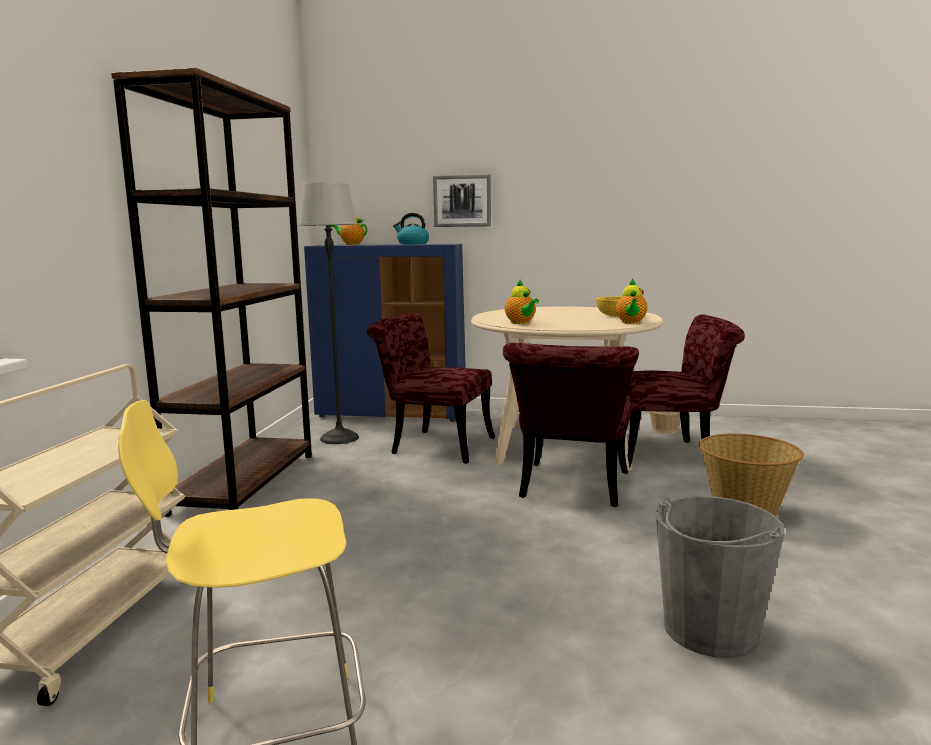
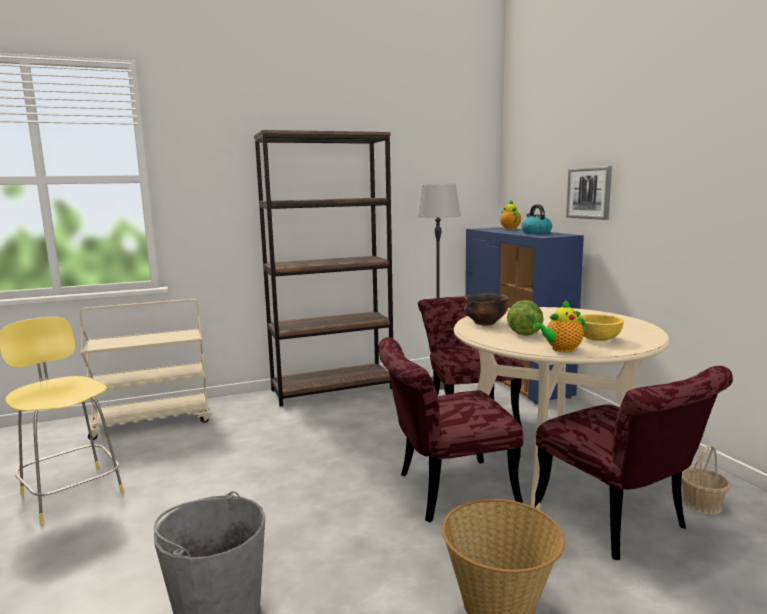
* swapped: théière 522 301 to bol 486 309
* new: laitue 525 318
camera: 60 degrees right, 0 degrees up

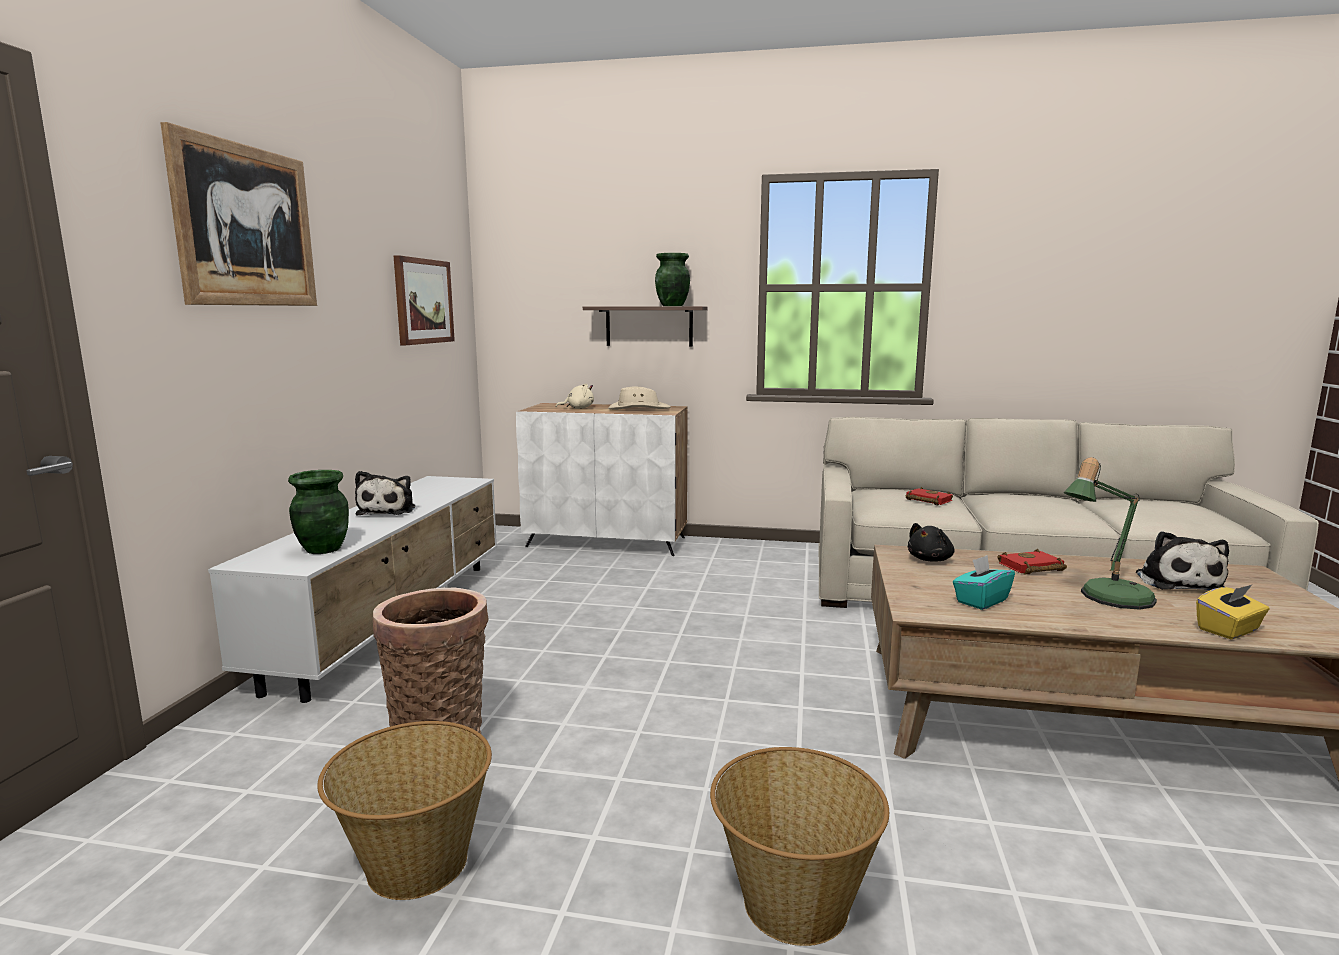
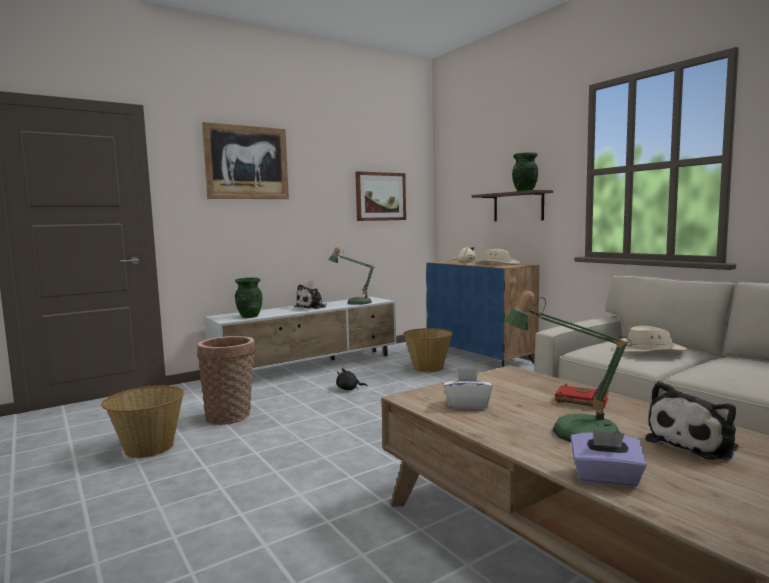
* new: lampe de table 352 276
* shifted: peluche [noir] 931 542 to 351 379
* shifted: panier 799 846 to 428 350
* repainted: meuble de rangement [blanc] 602 479 to meuble de rangement [bleu] 482 313
* repainted: boîte à mouchoirs [turquoise] 984 582 to boîte à mouchoirs [blanc] 468 388
* repainted: boîte à mouchoirs [jaune] 1233 611 to boîte à mouchoirs [violet] 609 458
* swapped: livre [rouge] 929 496 to chapeau [beige] 651 339
camera: 45 degrees right, 5 degrees down

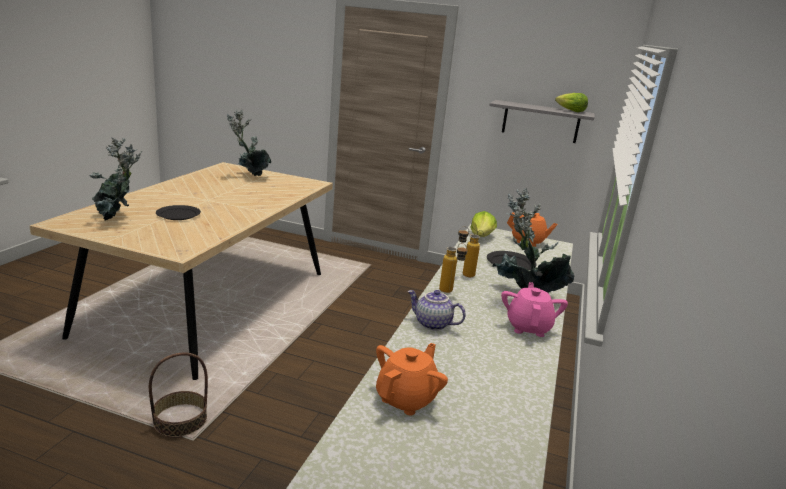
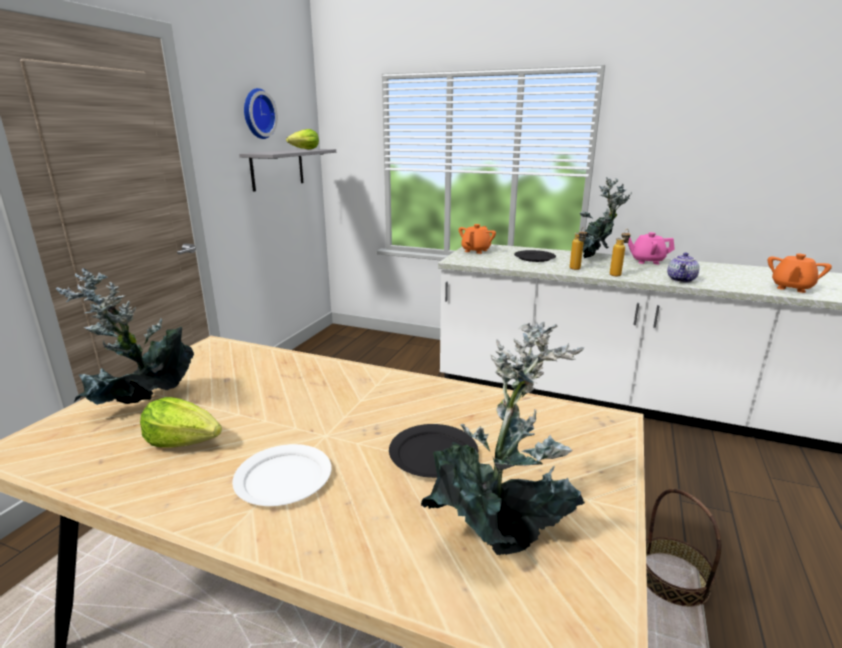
* shifted: laitue 484 224 to 181 422
* new: assiette [blanc] 282 475
* new: horloge murale 261 113
* rotated: théière [orange] 412 379 = 800 273 90 degrees counterclockwise
camera: 85 degrees left, 0 degrees up

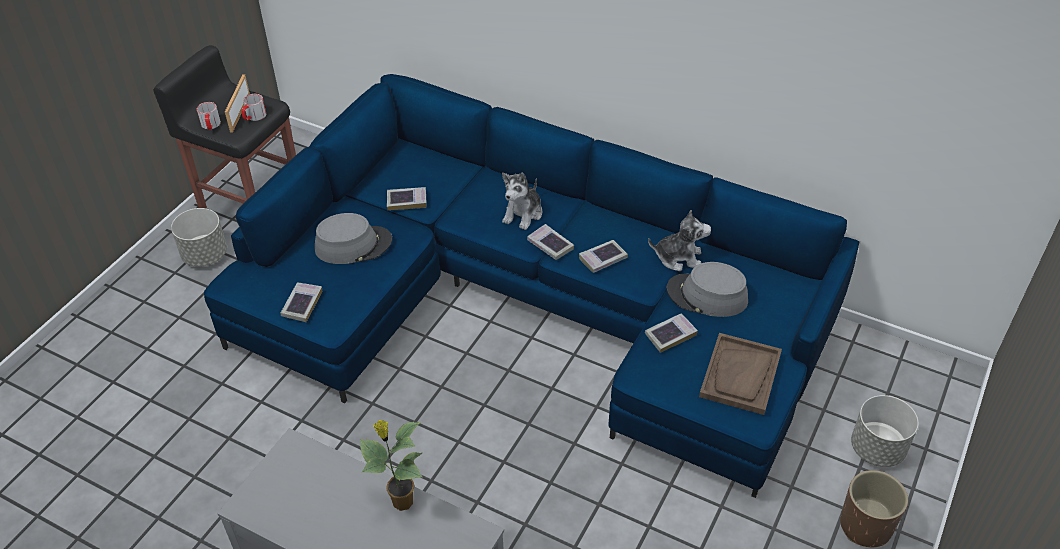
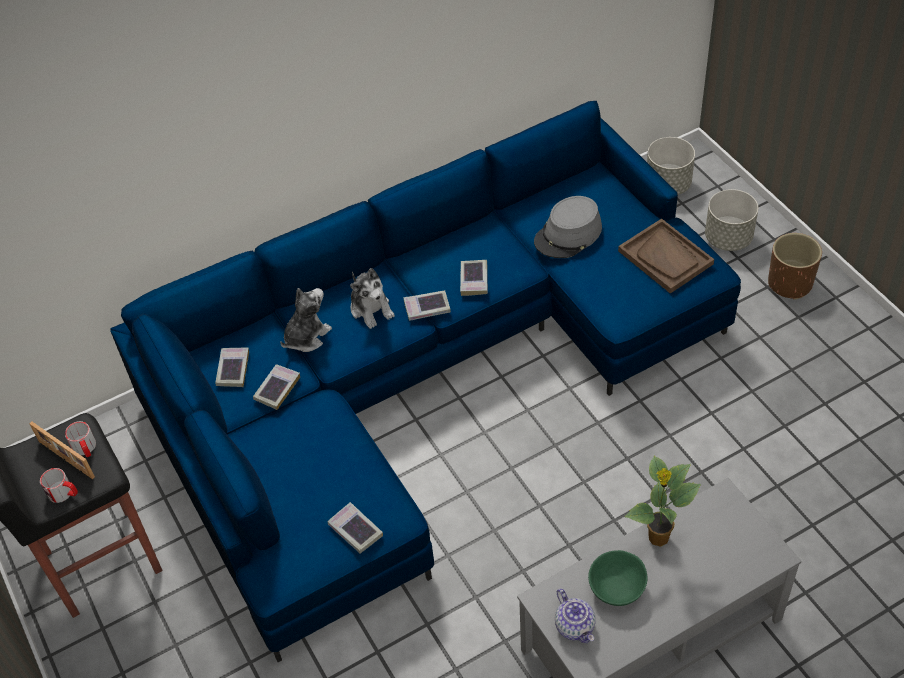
* shifted: livre 671 333 to 232 367
* shifted: peluche 679 240 to 306 320
* new: théière 575 616
* new: bol [vert] 618 578
* shifted: cache-pot [gris] 199 237 to 671 166
* gone: chapeau [gris] 353 238
camera: 55 degrees left, 5 degrees up

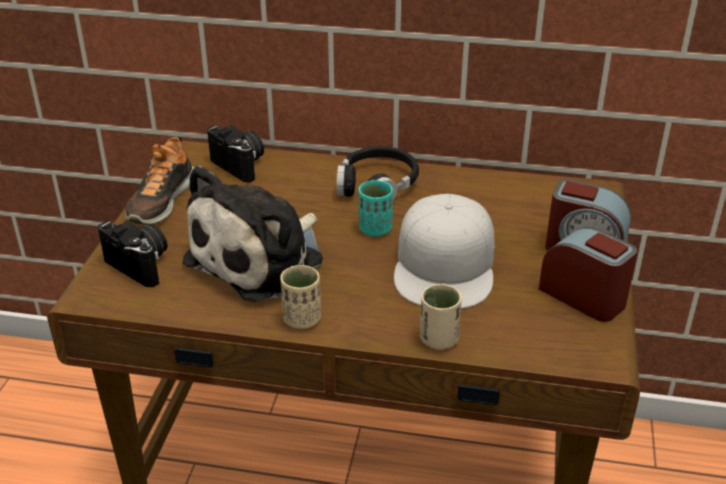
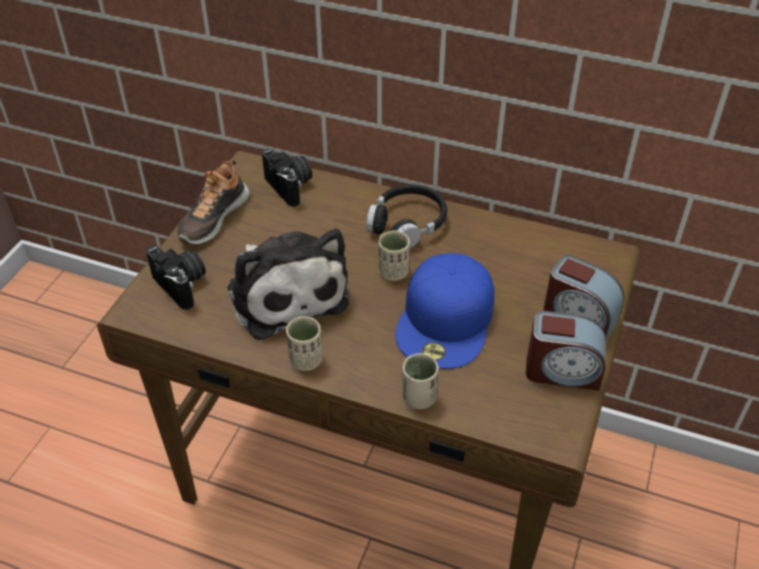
* rotated: peluche 252 233 = 288 284 75 degrees counterclockwise
* repainted: tasse [turquoise] 376 208 to tasse [beige] 394 255
* repainted: casquette [blanc] 444 251 to casquette [bleu] 444 311
* rotated: réveil 588 274 = 565 351 135 degrees clockwise
camera: 10 degrees right, 10 degrees up

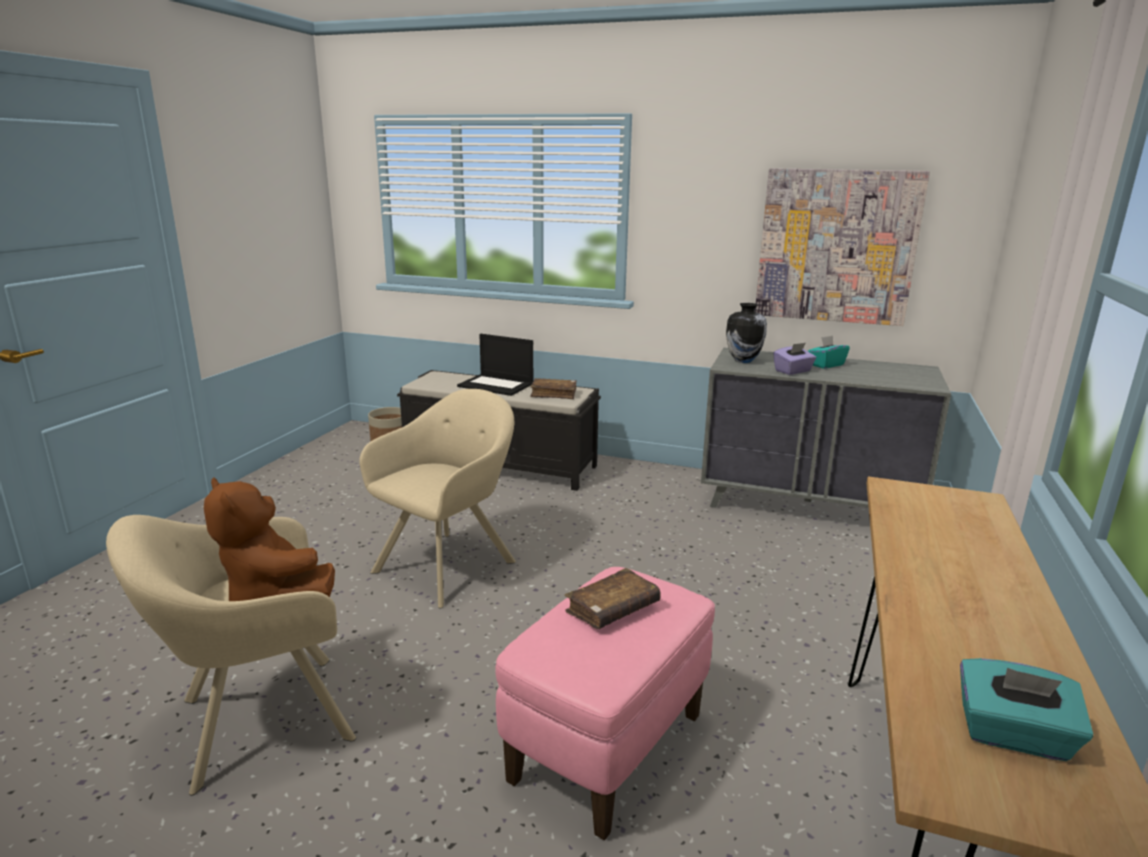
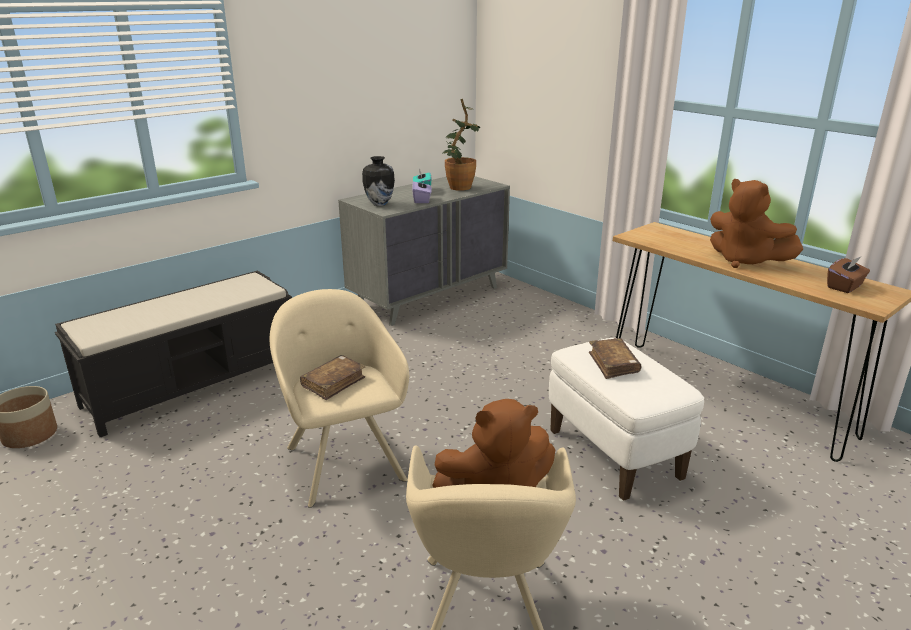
* shifted: livre [marron] 553 388 to 332 377
* new: plante en pot 461 145
* repainted: pouf [rose] 605 703 to pouf [blanc] 626 419
* new: peluche [marron] 756 223
* repainted: boîte à mouchoirs [turquoise] 1026 709 to boîte à mouchoirs [marron] 848 274
* gone: ordinateur portable 495 365
* gone: tableau 842 247
camera: 60 degrees left, 5 degrees up

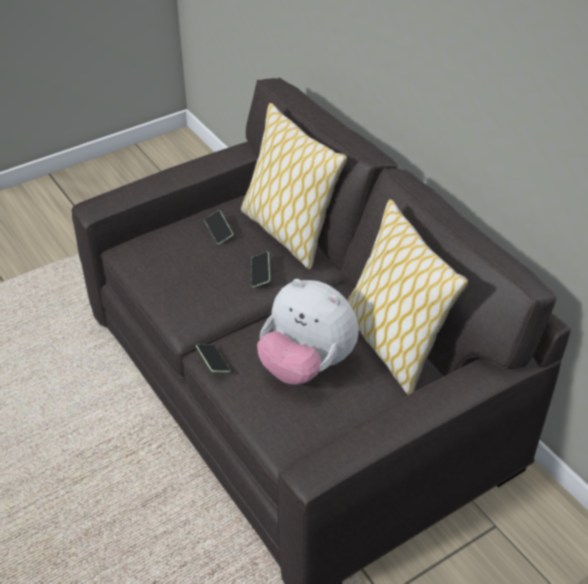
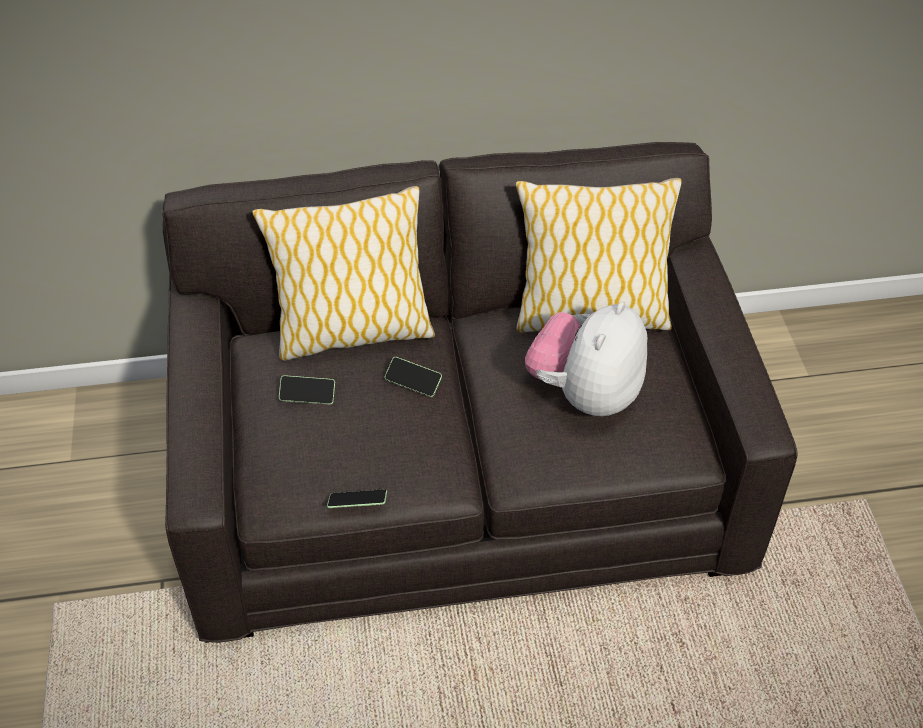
* shifted: téléphone 213 358 to 357 498
* rotated: peluche 308 332 = 586 359 150 degrees clockwise
camera: 65 degrees left, 5 degrees up

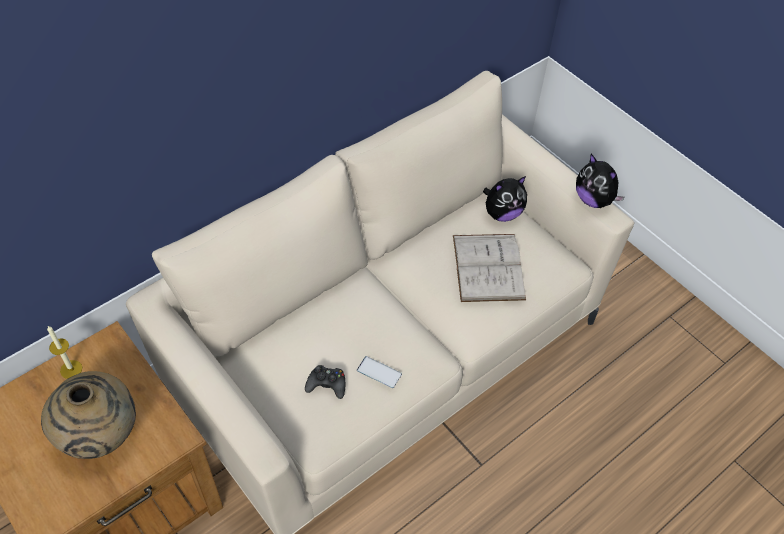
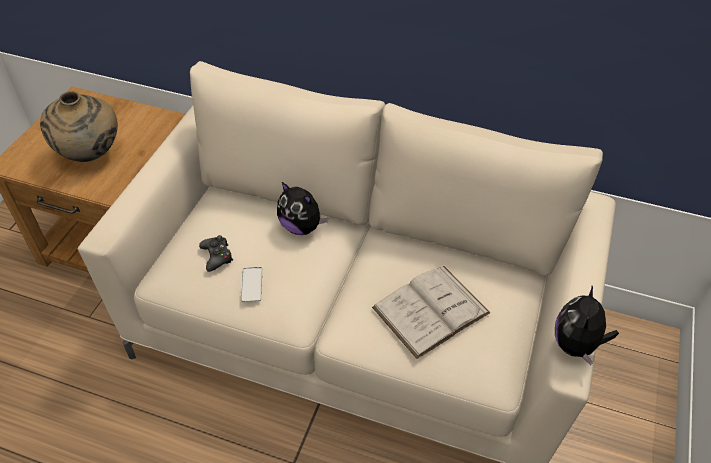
* shifted: peluche 505 199 to 302 208
* gone: bougie 64 352
camera: 60 degrees right, 5 degrees down

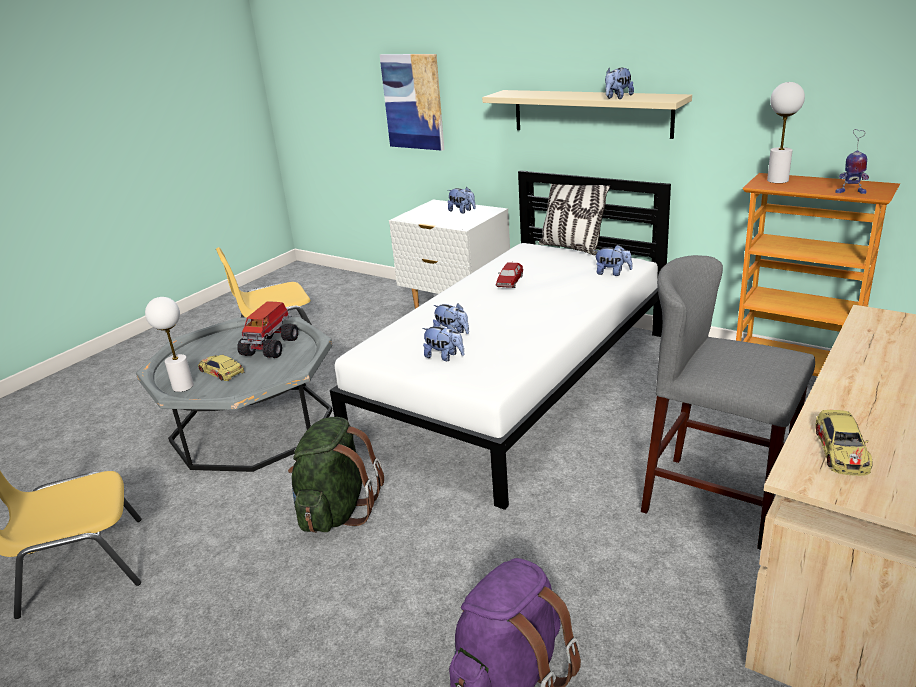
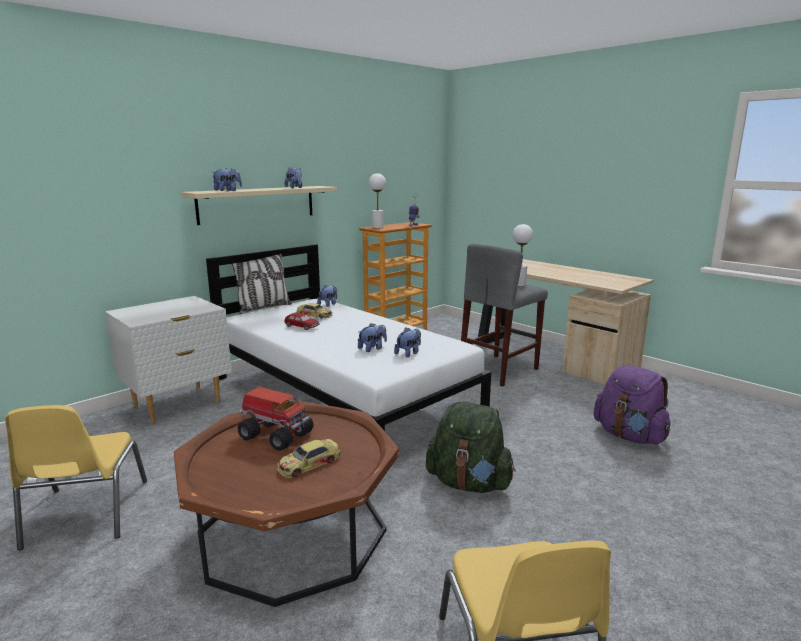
* repainted: table basse [gris] 234 394 to table basse [marron] 286 504
* shifted: peluche 462 200 to 227 179
* shifted: petite voiture 844 443 to 314 311
* shifted: lampe de table [blanc] 169 344 to 523 255
* gone: tableau 412 102
camera: 80 degrees left, 10 degrees down

